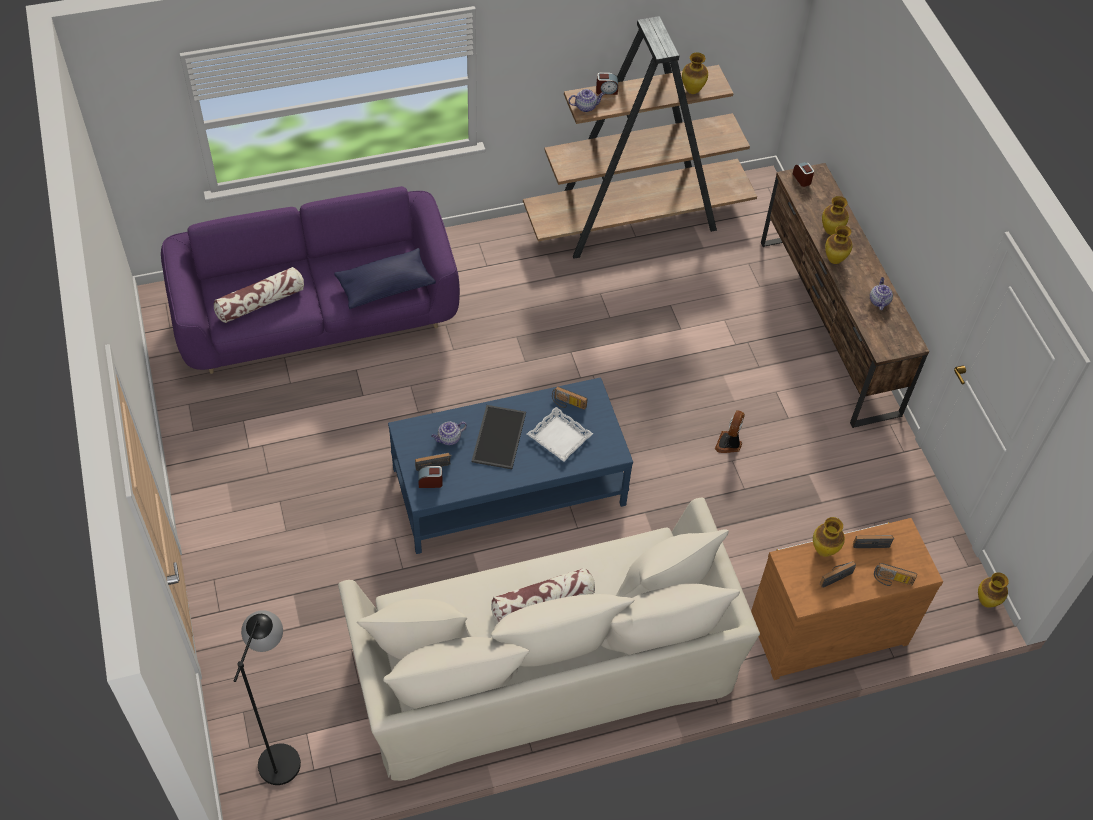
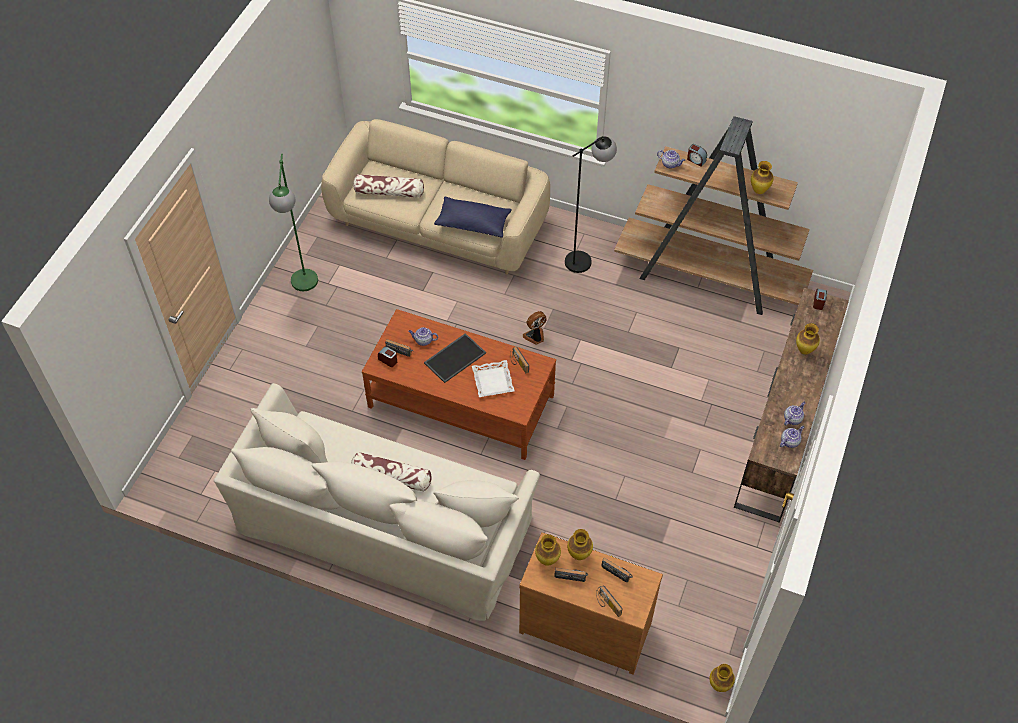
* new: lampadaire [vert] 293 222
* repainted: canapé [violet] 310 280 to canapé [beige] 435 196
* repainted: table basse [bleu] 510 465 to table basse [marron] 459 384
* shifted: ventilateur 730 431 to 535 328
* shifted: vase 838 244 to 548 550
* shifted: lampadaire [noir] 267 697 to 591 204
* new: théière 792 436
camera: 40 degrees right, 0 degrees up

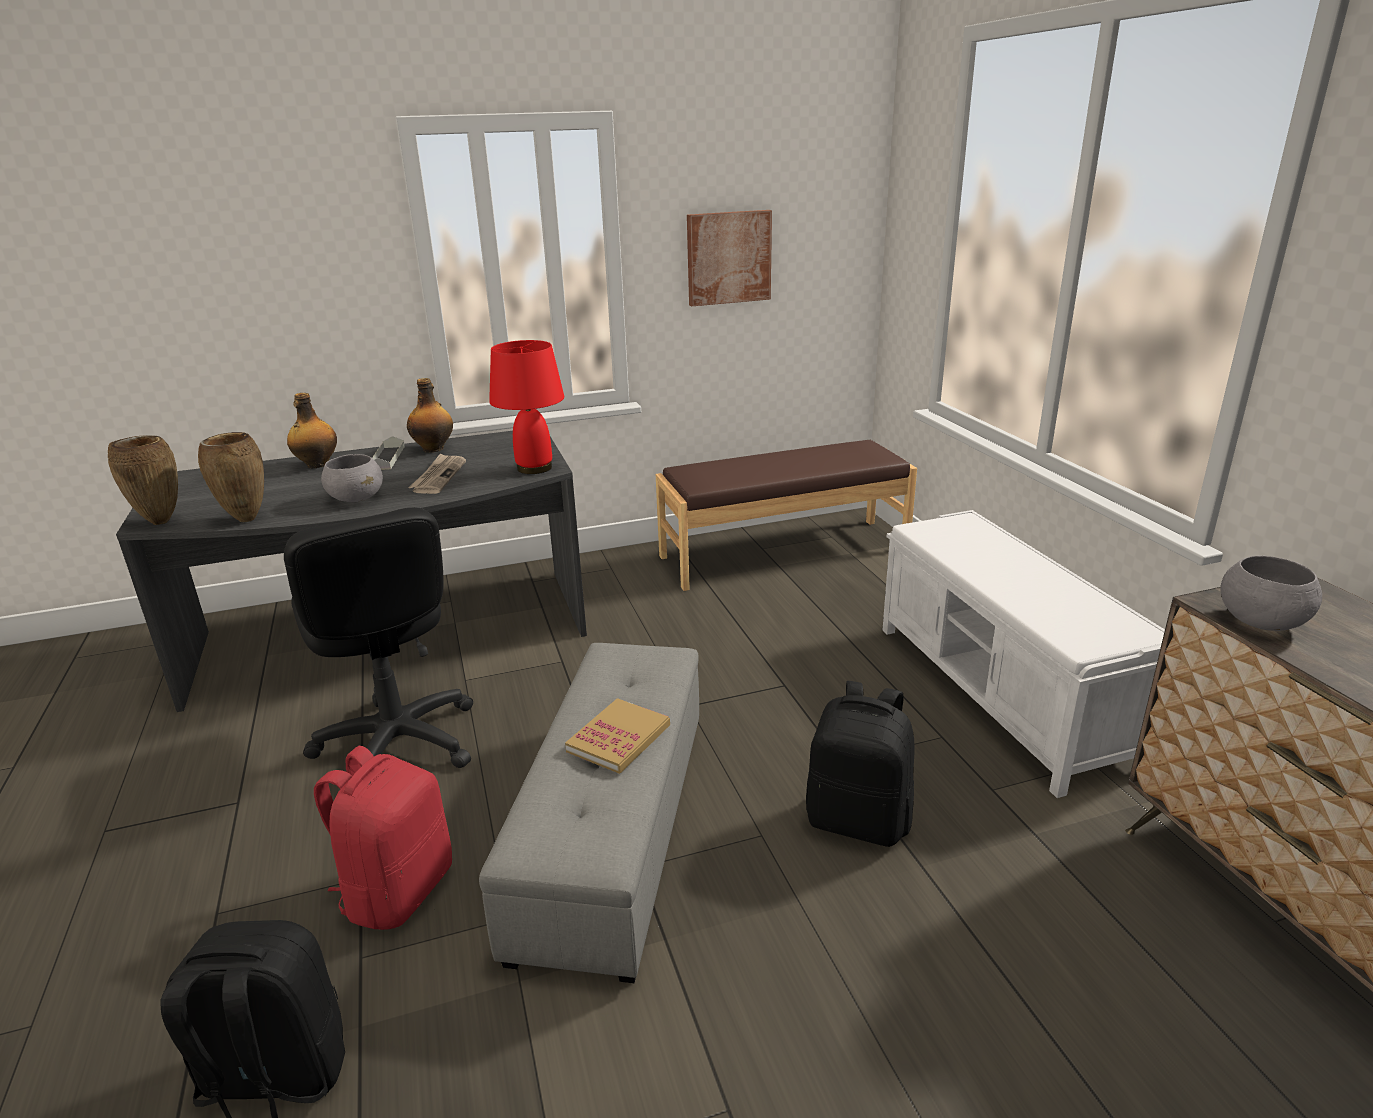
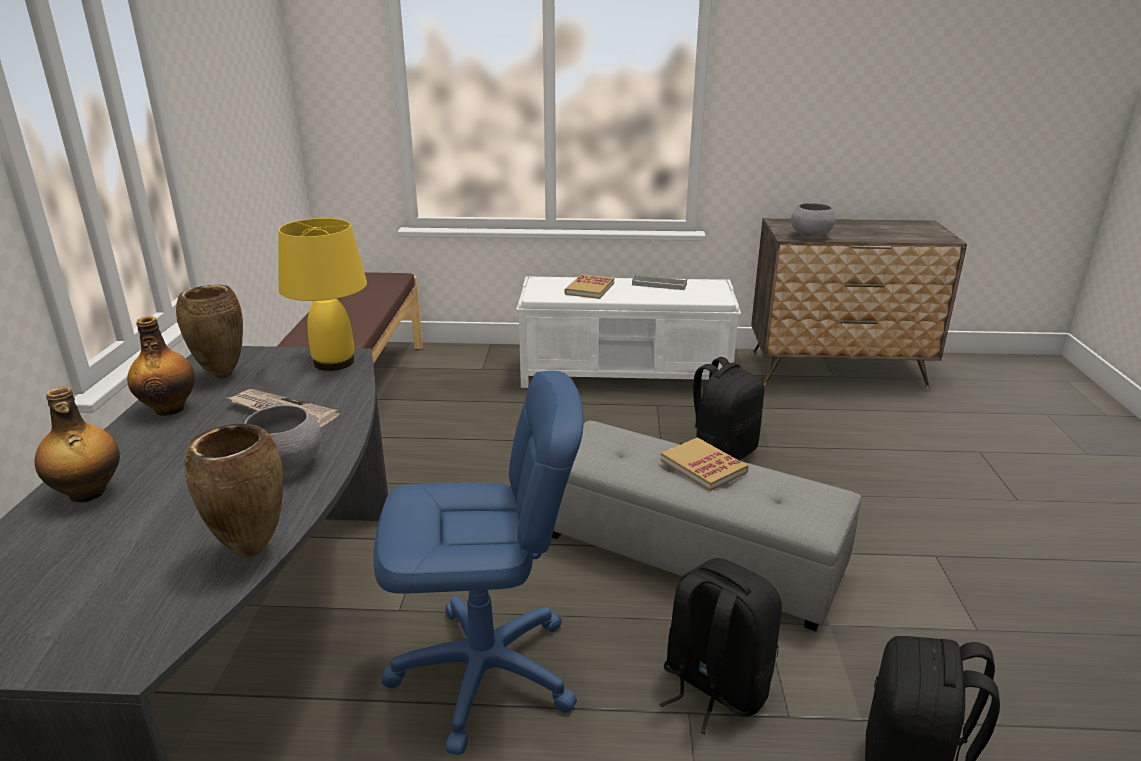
* shifted: vase [marron] 143 480 to 209 332
* repainted: lampe de table [rouge] 526 407 to lampe de table [jaune] 323 294
* repainted: chaise de bureau [noir] 378 637 to chaise de bureau [bleu] 479 562
* new: livre 589 286
* shifted: plateau [gris] 388 453 to 659 282
* repainted: sac à dos [rouge] 383 838 to sac à dos [noir] 720 646
* gone: tableau 729 258
camera: 70 degrees left, 0 degrees up

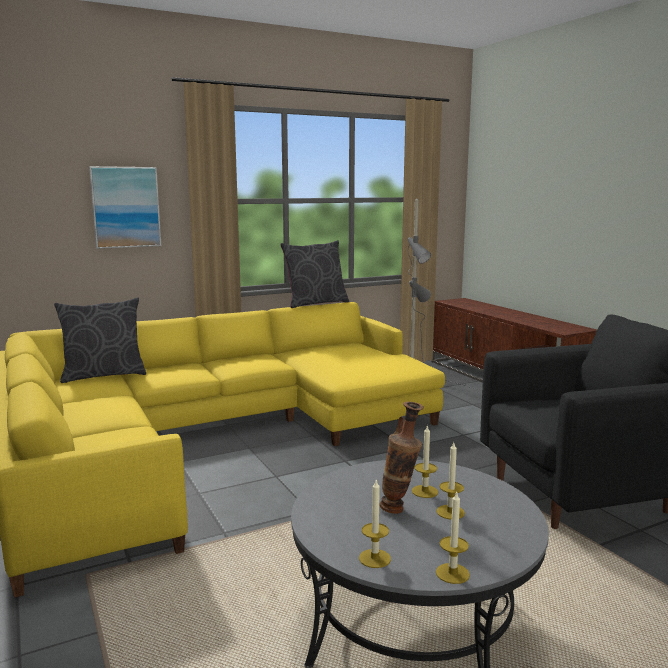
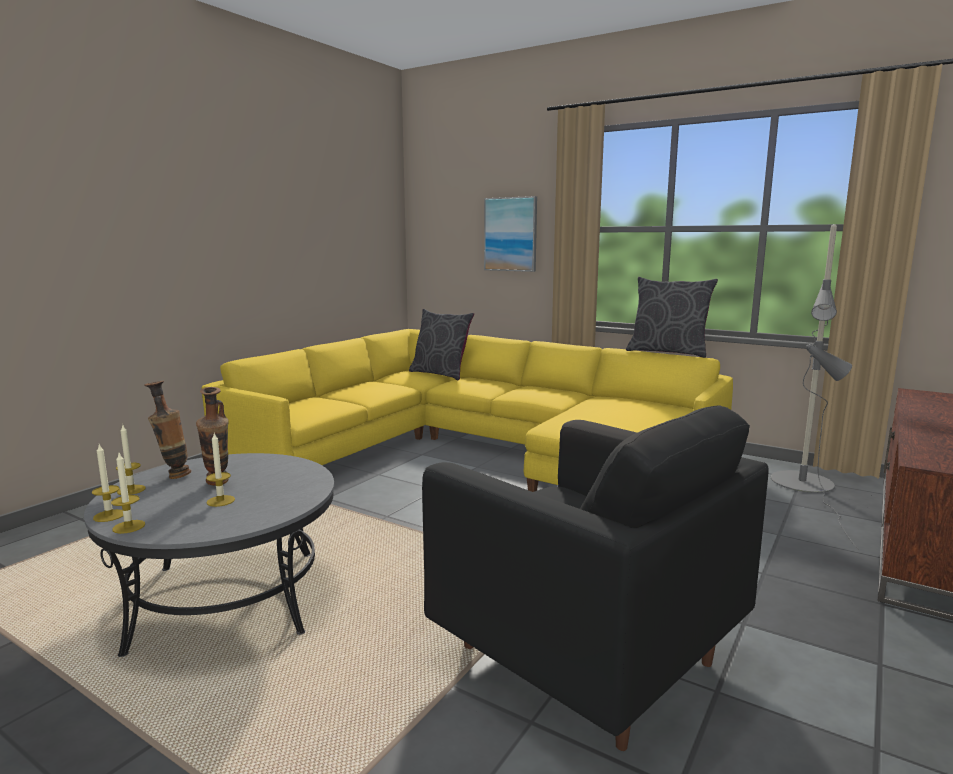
* shifted: bougie 425 461 to 128 493
* new: vase 167 430
camera: 60 degrees right, 0 degrees up

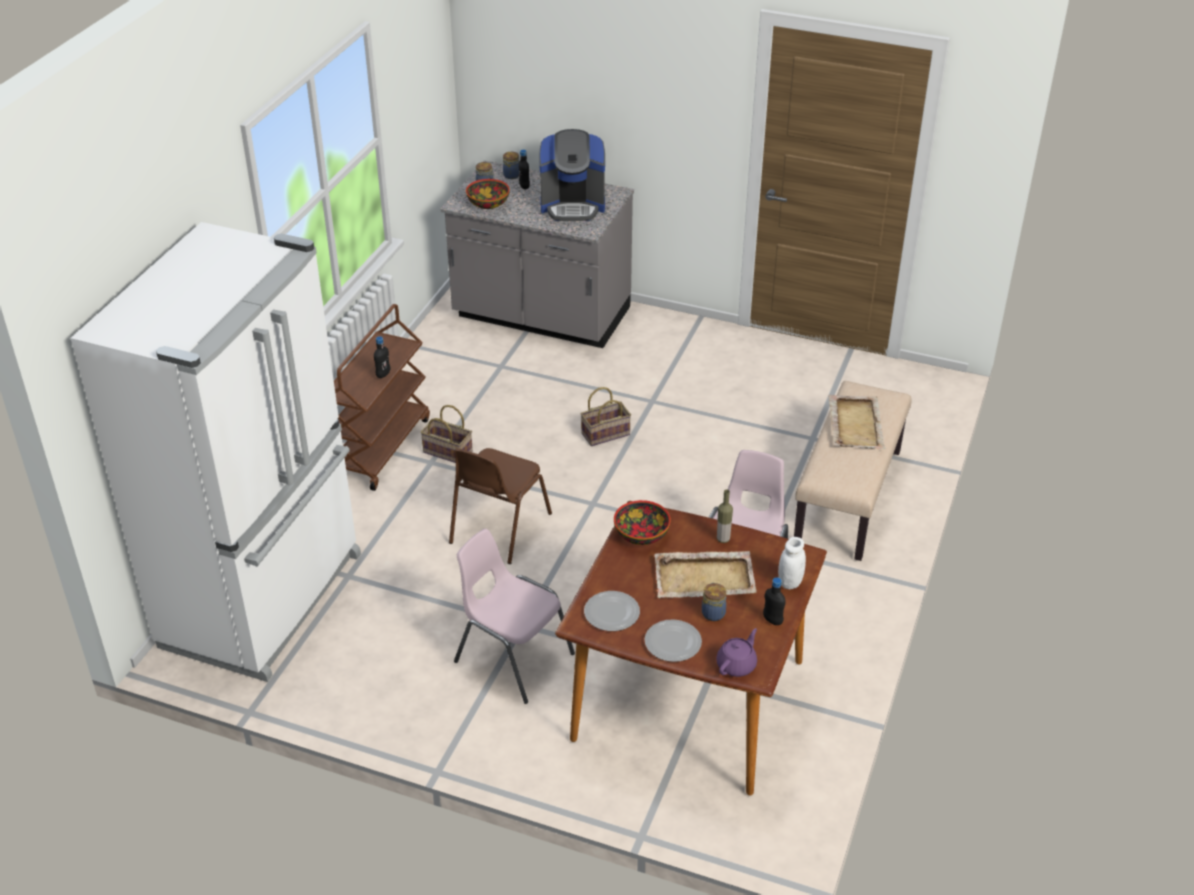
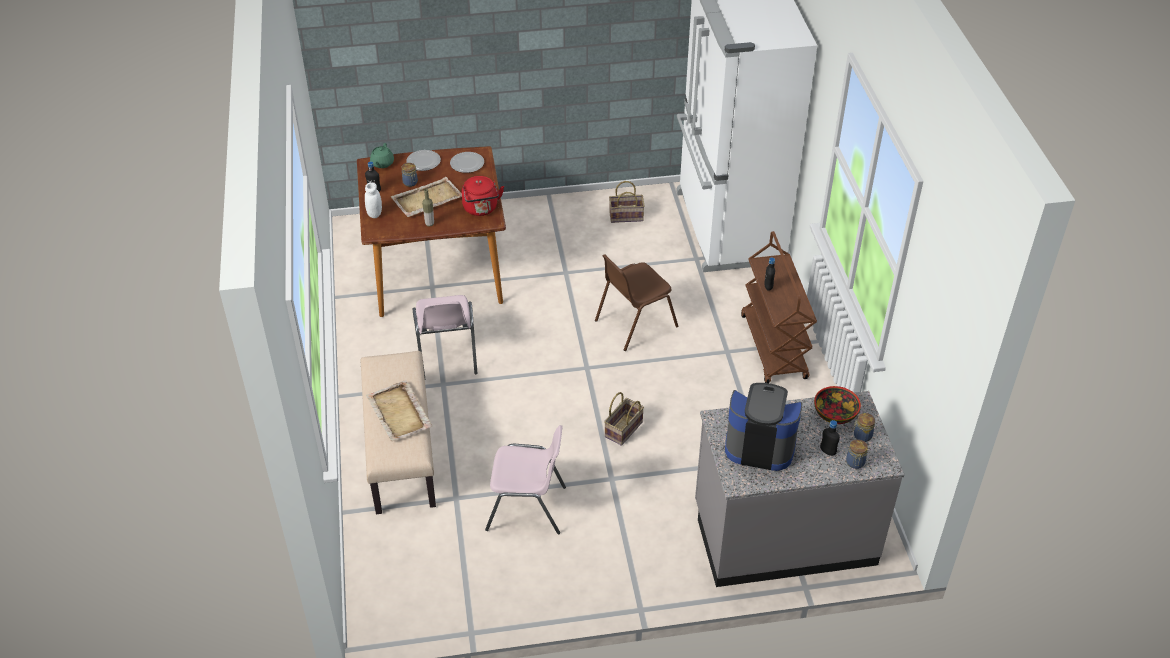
* repainted: théière [violet] 736 652 to théière [vert] 382 155
* swapped: bol 642 522 to bouilloire [rouge] 483 196
* shifted: chaise [rose] 514 616 to 525 479
* rotated: chaise [marron] 500 506 = 636 302 120 degrees counterclockwise
* shifted: panier 447 434 to 627 202
* rotated: machine à café 572 175 = 763 427 45 degrees clockwise
camera: 150 degrees right, 5 degrees up

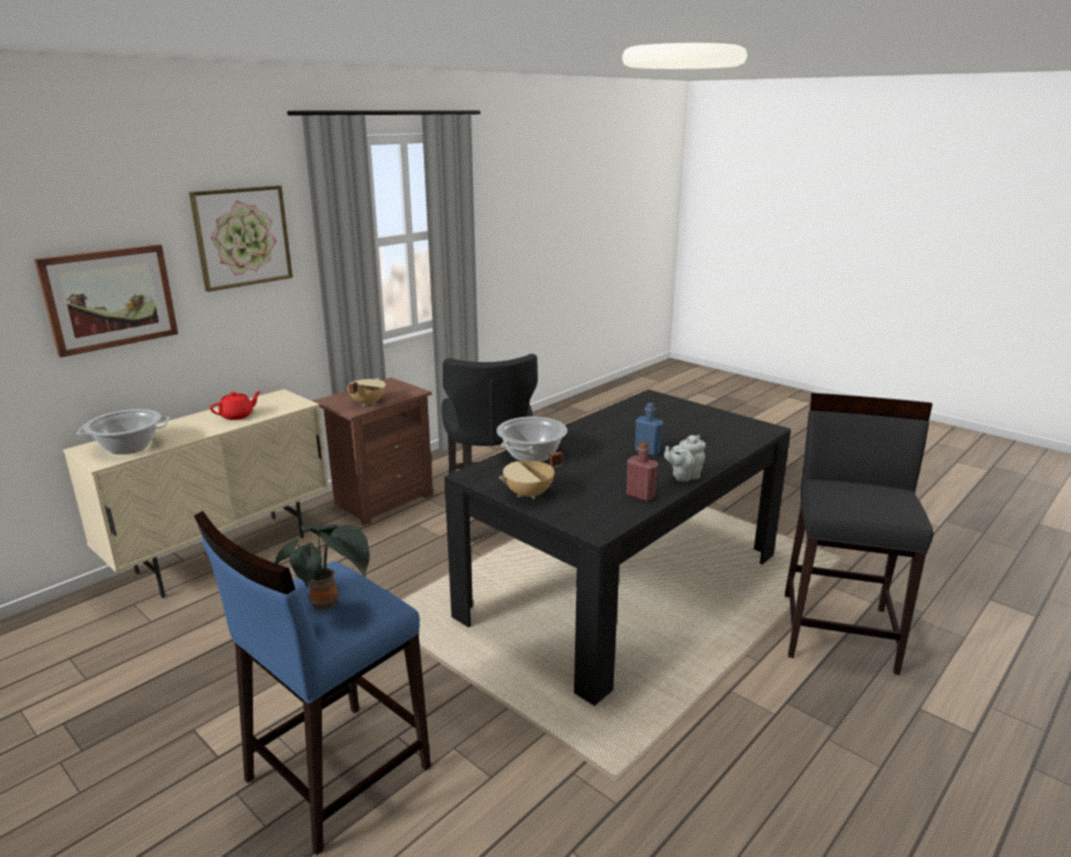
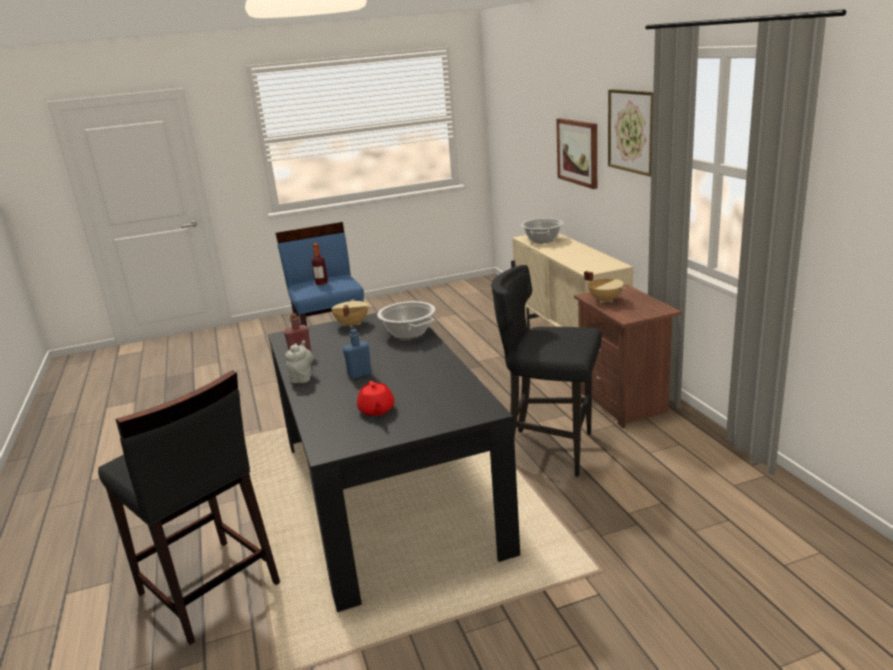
* swapped: plante en pot 322 567 to bouteille 320 264
* shifted: théière [rouge] 235 405 to 375 398
camera: 120 degrees right, 0 degrees up

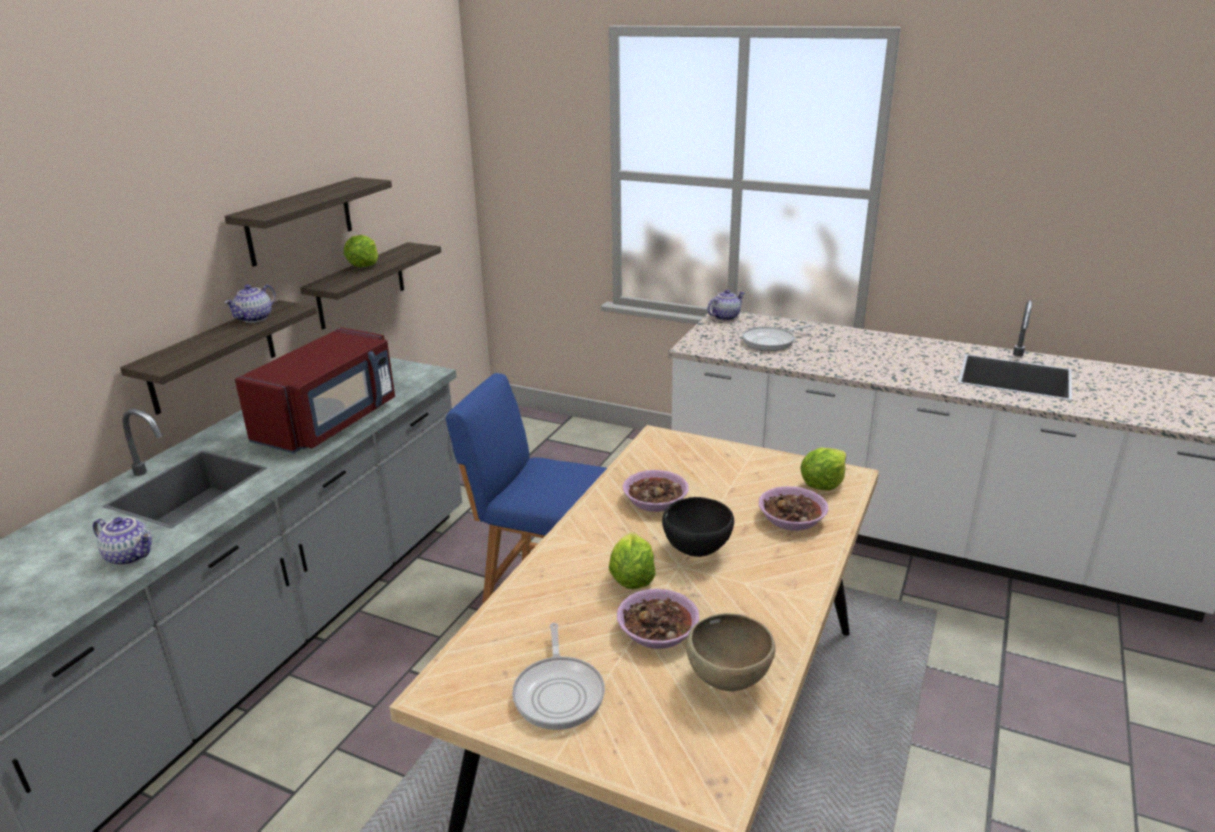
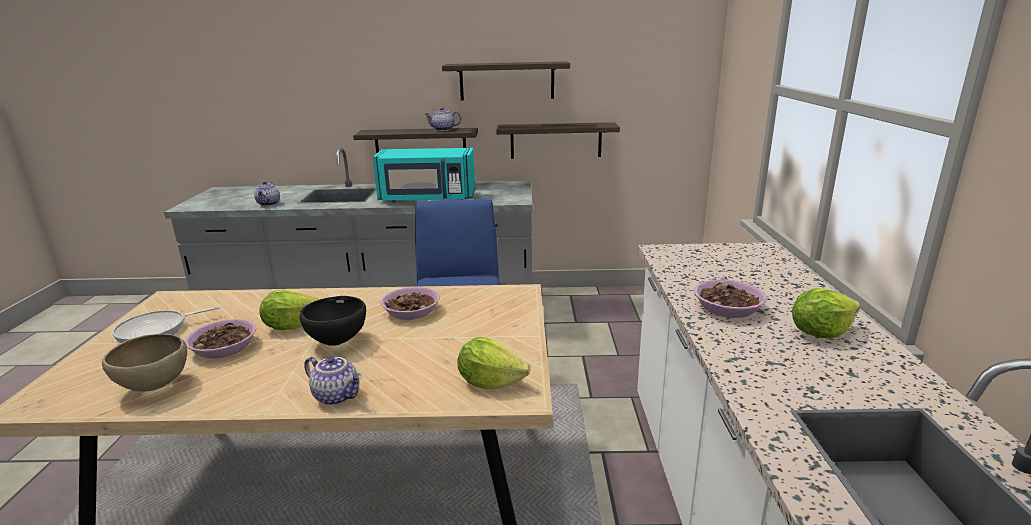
* shifted: théière 726 305 to 333 380
* repainted: micro-ondes [rouge] 315 390 to micro-ondes [turquoise] 424 175
* shifted: bol 793 508 to 730 298
* shifted: laitue 361 251 to 826 313
* gone: poêle 777 337
camera: 65 degrees right, 5 degrees down

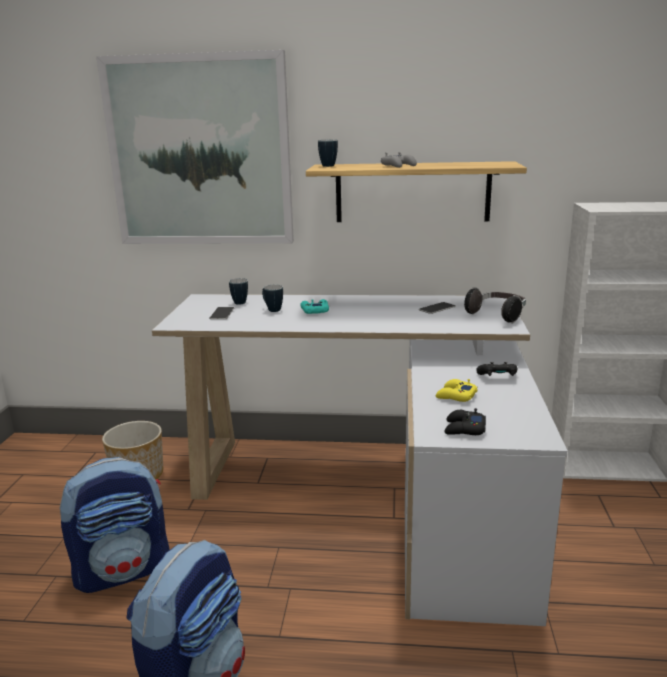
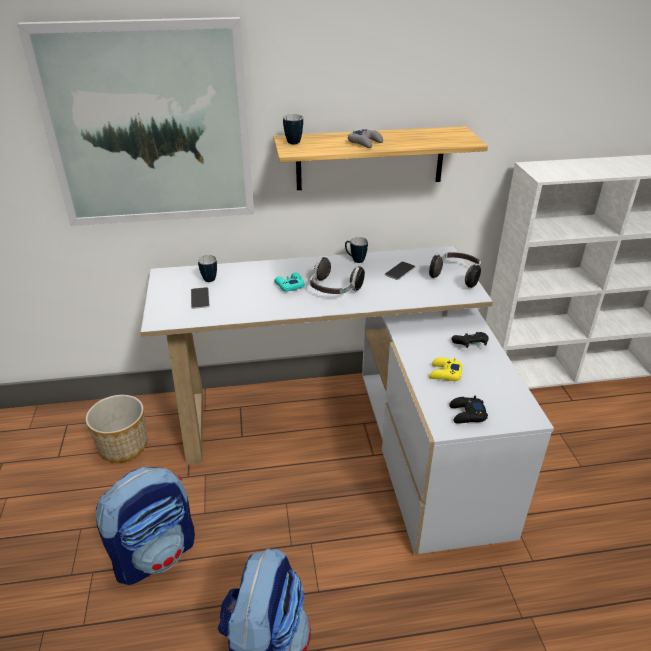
* new: casque audio 337 275
* shifted: mug 272 298 to 356 250
camera: 15 degrees left, 15 degrees up

